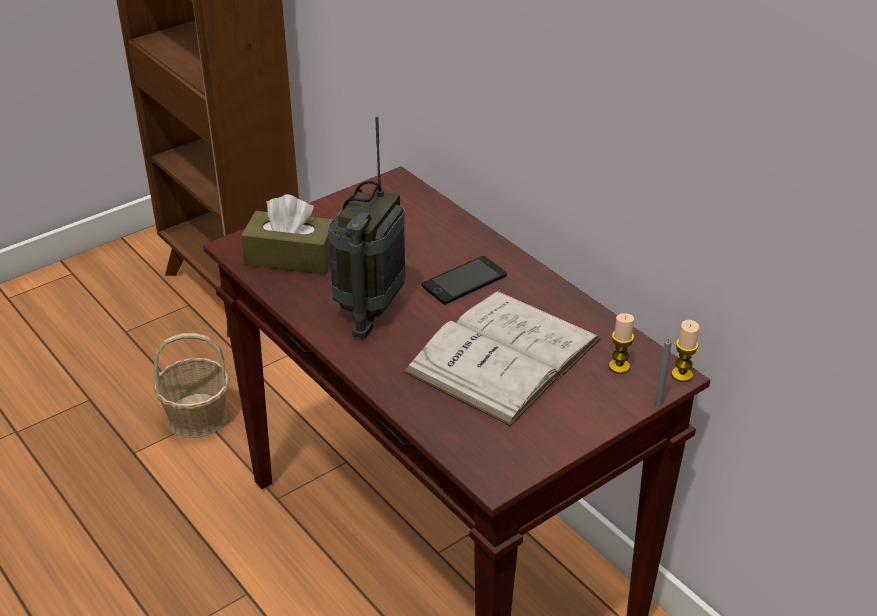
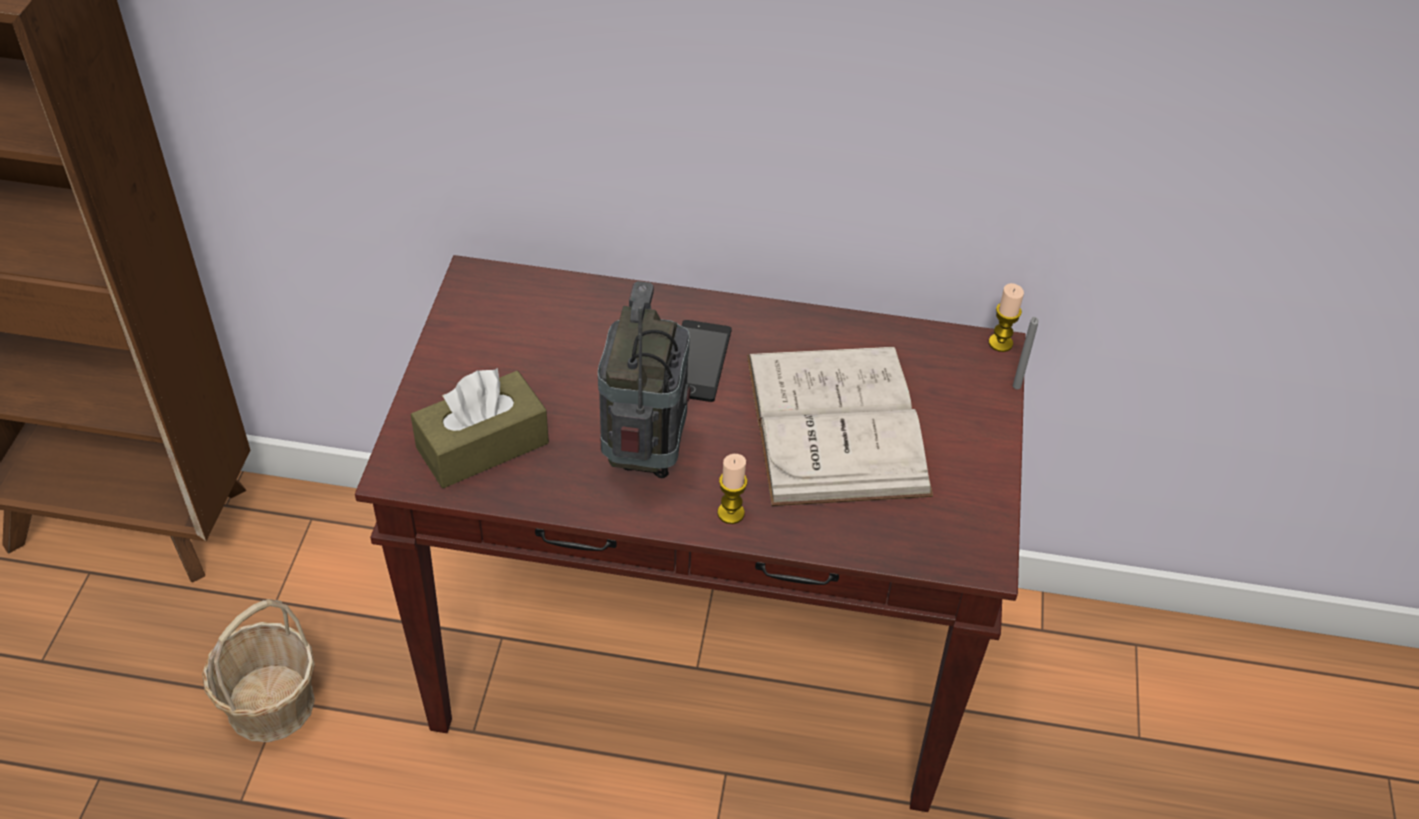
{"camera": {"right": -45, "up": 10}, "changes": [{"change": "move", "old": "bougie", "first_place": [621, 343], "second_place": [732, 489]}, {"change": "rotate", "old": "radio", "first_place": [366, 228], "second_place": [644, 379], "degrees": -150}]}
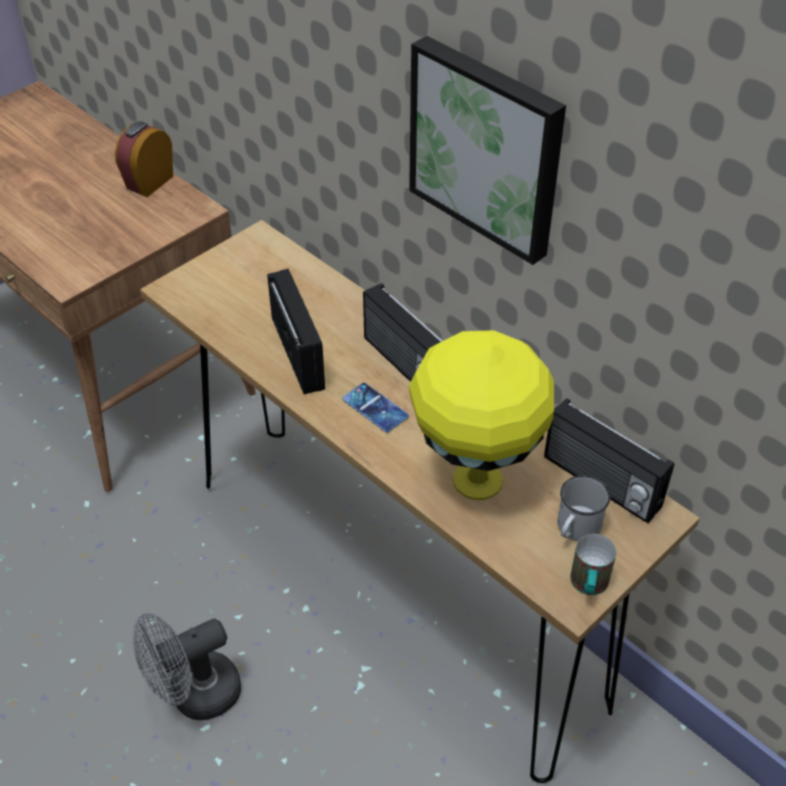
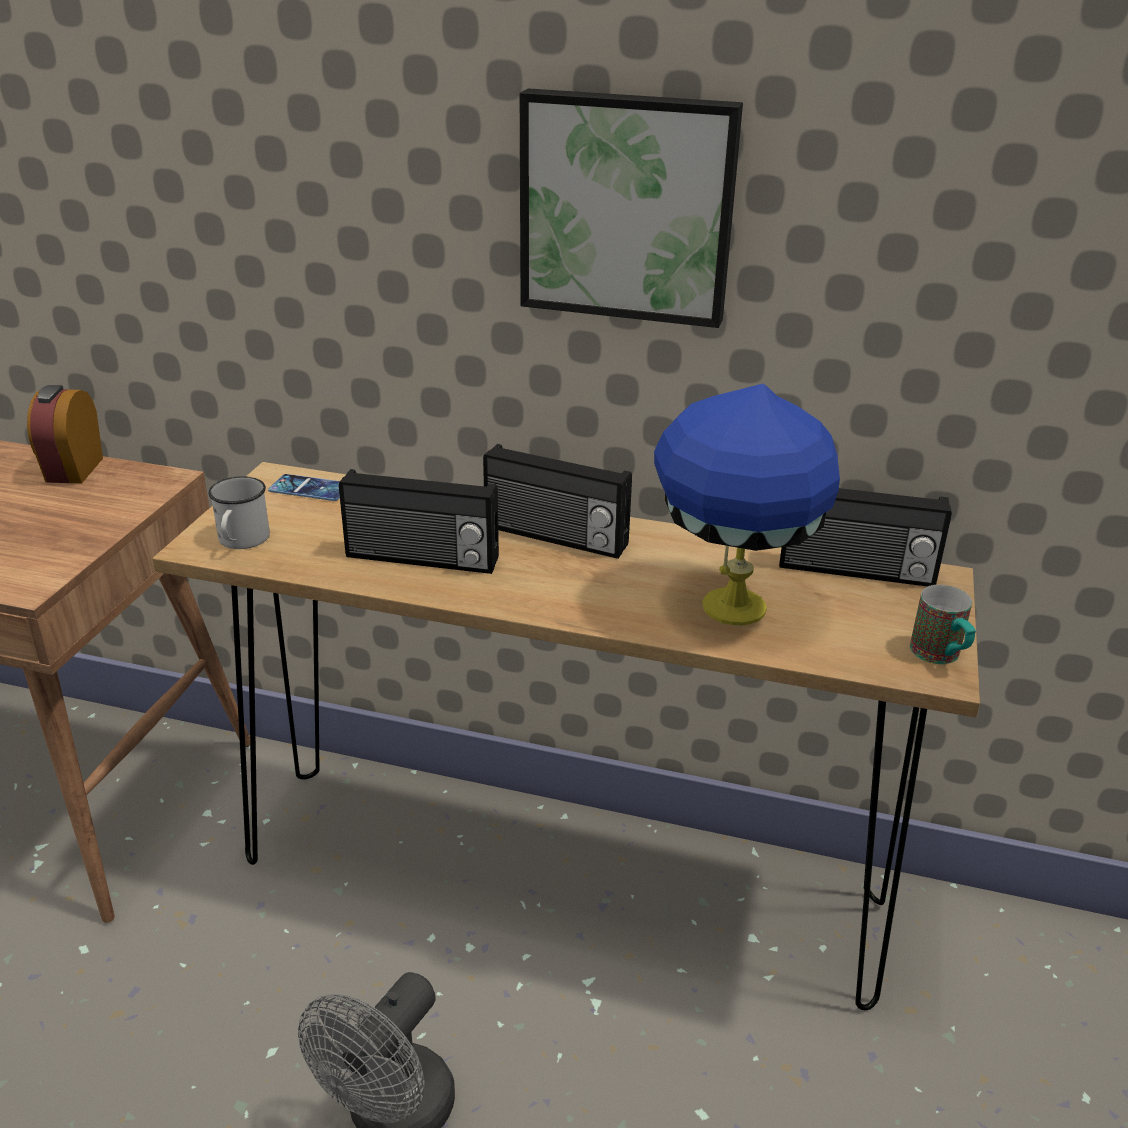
{"camera": {"right": -30, "up": -15}, "changes": [{"change": "move", "old": "téléphone", "first_place": [375, 407], "second_place": [304, 487]}, {"change": "move", "old": "mug (blanc)", "first_place": [583, 508], "second_place": [239, 512]}, {"change": "recolor", "old": "lampe de table (jaune)", "new": "lampe de table (bleu)", "first_place": [481, 415], "second_place": [747, 504]}, {"change": "rotate", "old": "radio", "first_place": [296, 331], "second_place": [419, 521], "degrees": 150}]}
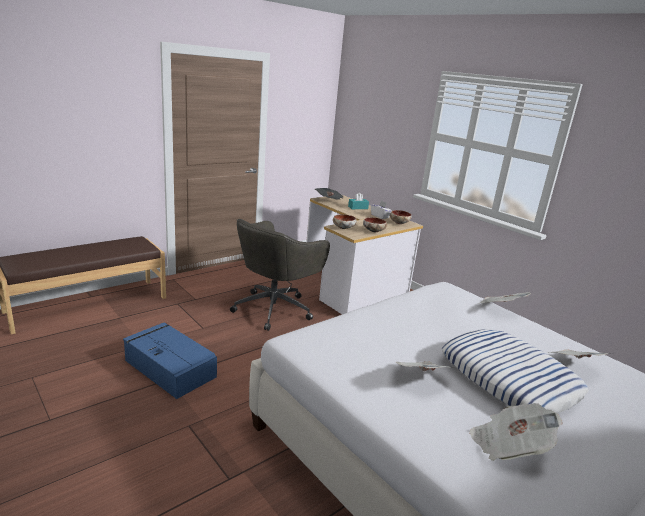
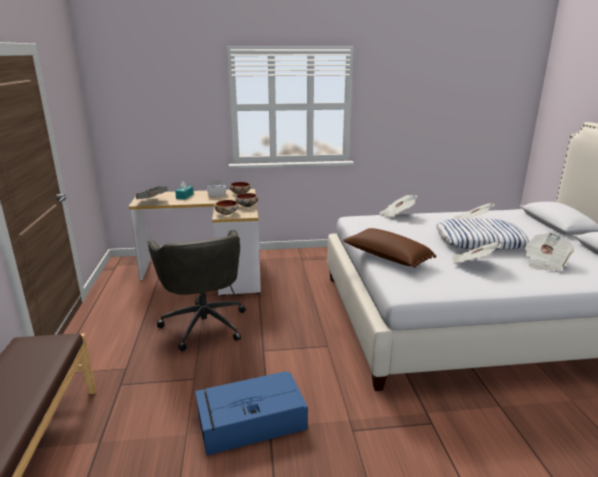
{"camera": {"right": -55, "up": 0}, "changes": [{"change": "insert", "new": "coussin (marron)", "second_place": [390, 248]}]}
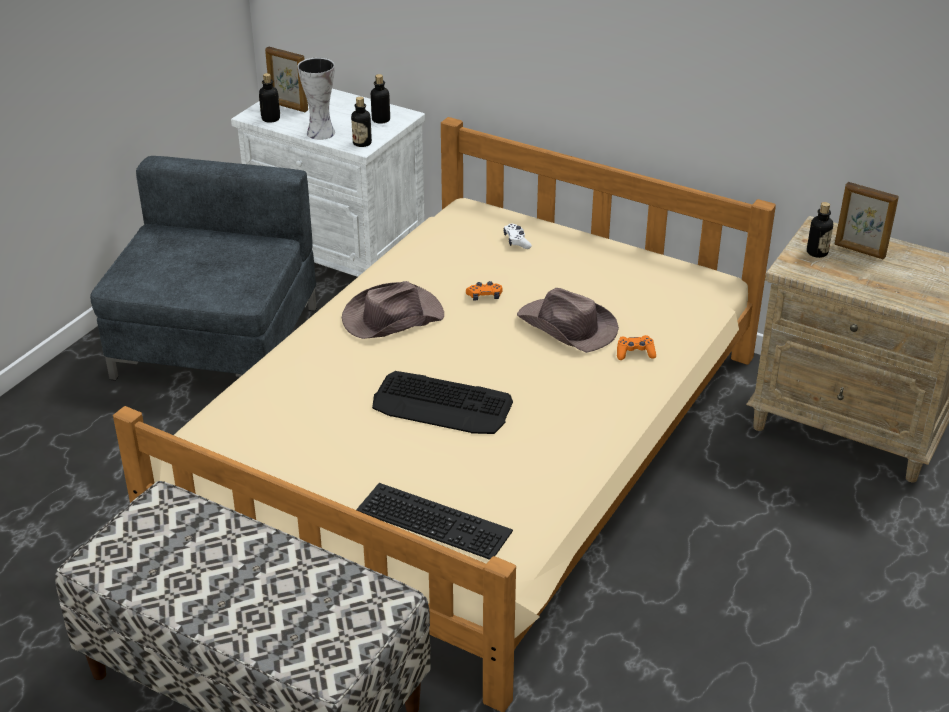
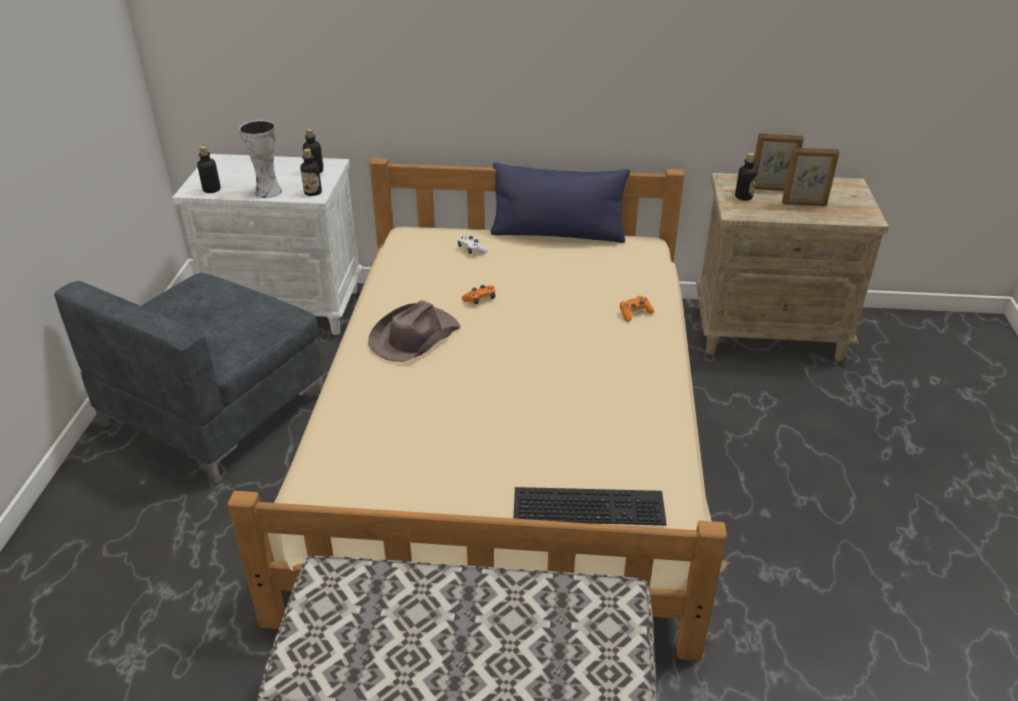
{"camera": {"right": -25, "up": 0}, "changes": [{"change": "delete", "old": "clavier", "first_place": [442, 402]}, {"change": "delete", "old": "chapeau (marron)", "first_place": [568, 320]}, {"change": "insert", "new": "coussin (bleu)", "second_place": [560, 202]}, {"change": "move", "old": "cadre photo", "first_place": [286, 79], "second_place": [811, 177]}, {"change": "rotate", "old": "fauteuil (gris)", "first_place": [203, 268], "second_place": [189, 379], "degrees": -135}]}
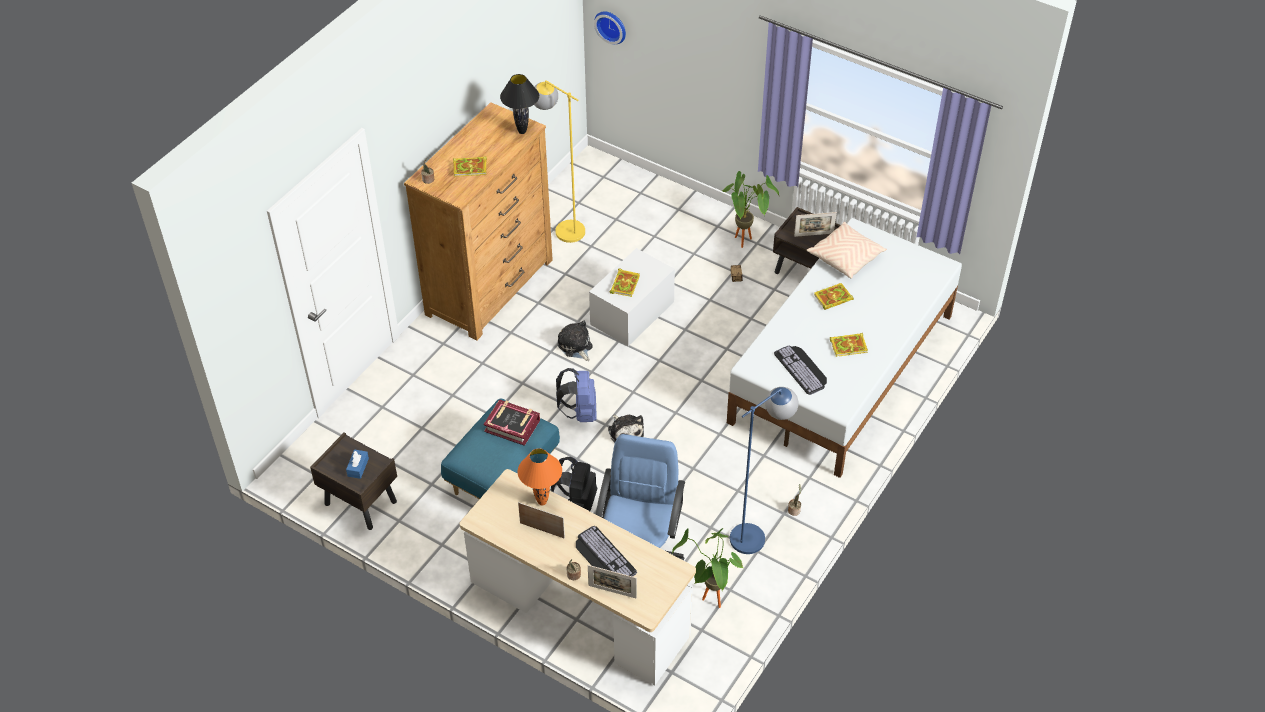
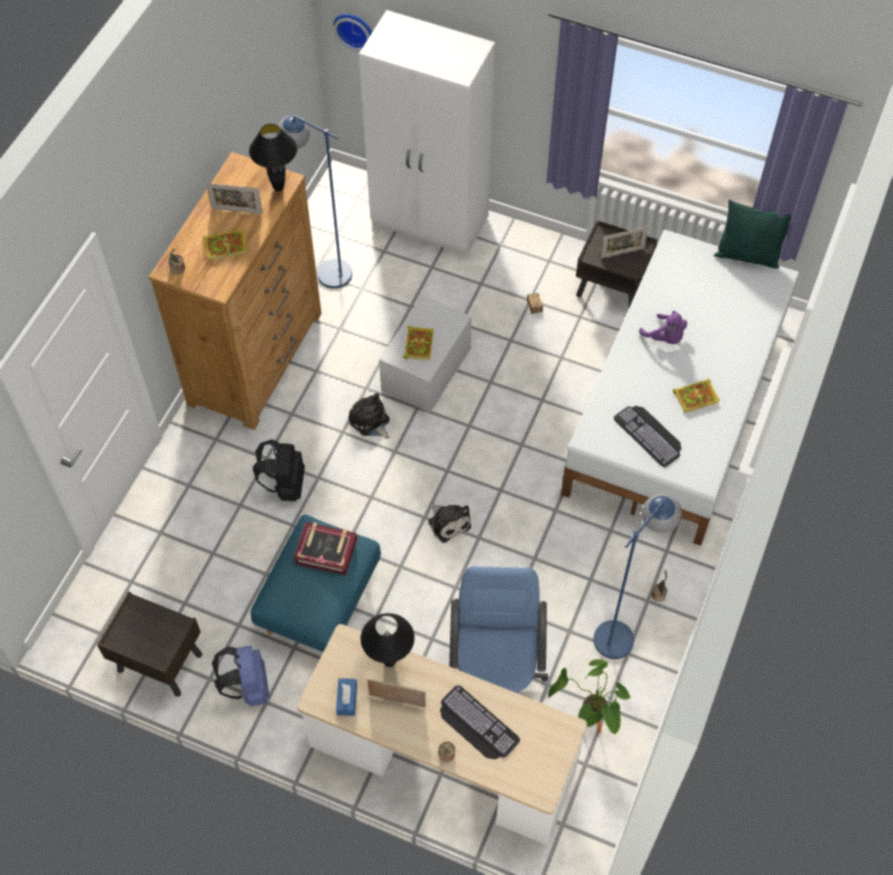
{"camera": {"right": -10, "up": 10}, "changes": [{"change": "delete", "old": "plante en pot", "first_place": [750, 209]}, {"change": "delete", "old": "coussin (beige)", "first_place": [847, 250]}, {"change": "insert", "new": "armoire (blanc)", "second_place": [427, 133]}, {"change": "insert", "new": "coussin (vert)", "second_place": [752, 234]}, {"change": "move", "old": "boîte à mouchoirs (bleu)", "first_place": [357, 464], "second_place": [346, 697]}, {"change": "move", "old": "sac à dos (noir)", "first_place": [574, 484], "second_place": [279, 470]}, {"change": "move", "old": "sac à dos (bleu)", "first_place": [576, 395], "second_place": [241, 676]}, {"change": "move", "old": "cadre photo", "first_place": [612, 582], "second_place": [234, 198]}, {"change": "replace", "old": "livre", "new": "peluche (violet)", "first_place": [834, 296], "second_place": [663, 327]}, {"change": "recolor", "old": "lampe de table (orange)", "new": "lampe de table (noir)", "first_place": [540, 477], "second_place": [388, 640]}, {"change": "recolor", "old": "lampadaire (jaune)", "new": "lampadaire (bleu)", "first_place": [559, 161], "second_place": [314, 202]}]}
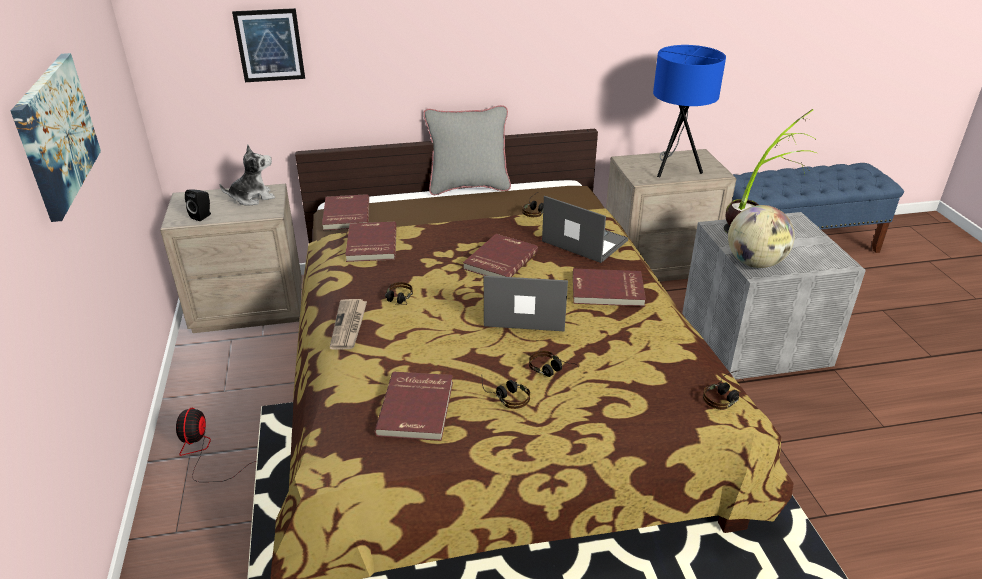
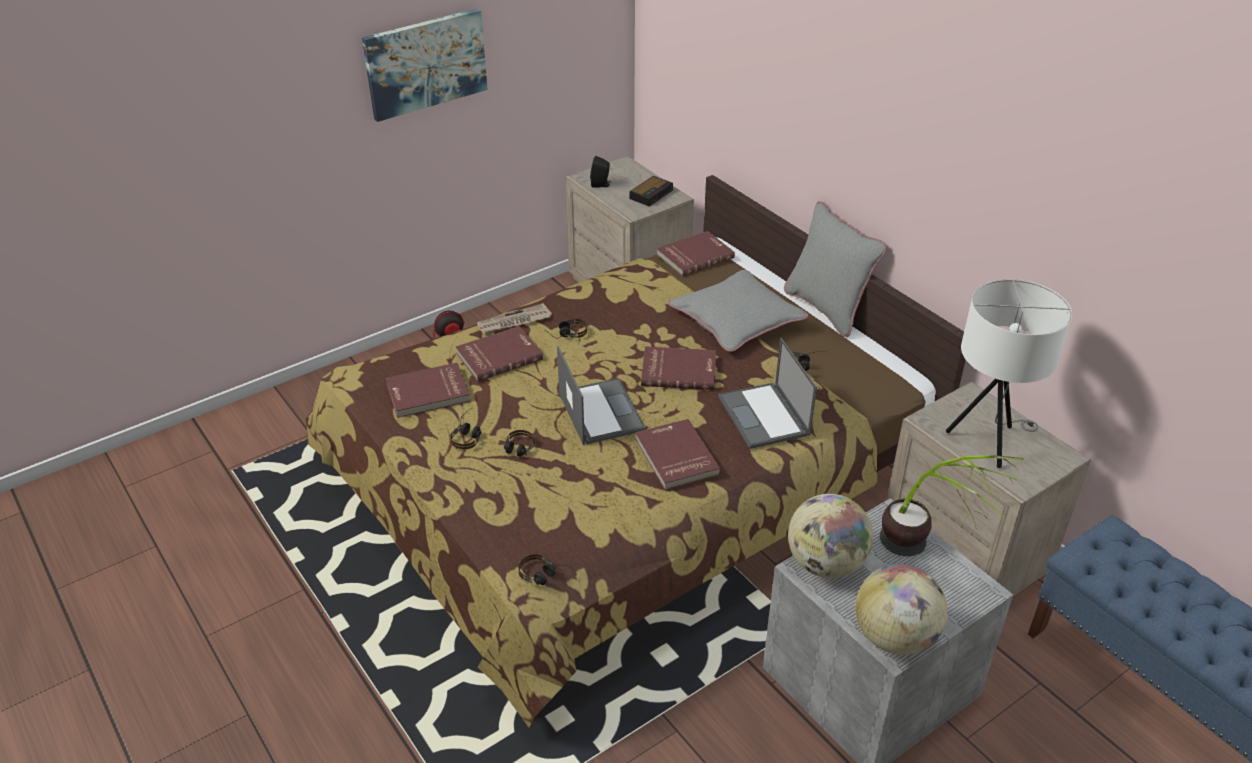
{"camera": {"right": 65, "up": 5}, "changes": [{"change": "delete", "old": "tableau", "first_place": [268, 45]}, {"change": "insert", "new": "coussin (gris)", "second_place": [738, 311]}, {"change": "insert", "new": "globe", "second_place": [902, 609]}, {"change": "move", "old": "livre (rouge)", "first_place": [370, 242], "second_place": [499, 354]}, {"change": "replace", "old": "peluche", "new": "réveil", "first_place": [247, 175], "second_place": [651, 191]}, {"change": "recolor", "old": "lampe de table (bleu)", "new": "lampe de table (blanc)", "first_place": [689, 111], "second_place": [1009, 373]}, {"change": "rotate", "old": "ordinateur portable", "first_place": [585, 229], "second_place": [767, 393], "degrees": 150}]}
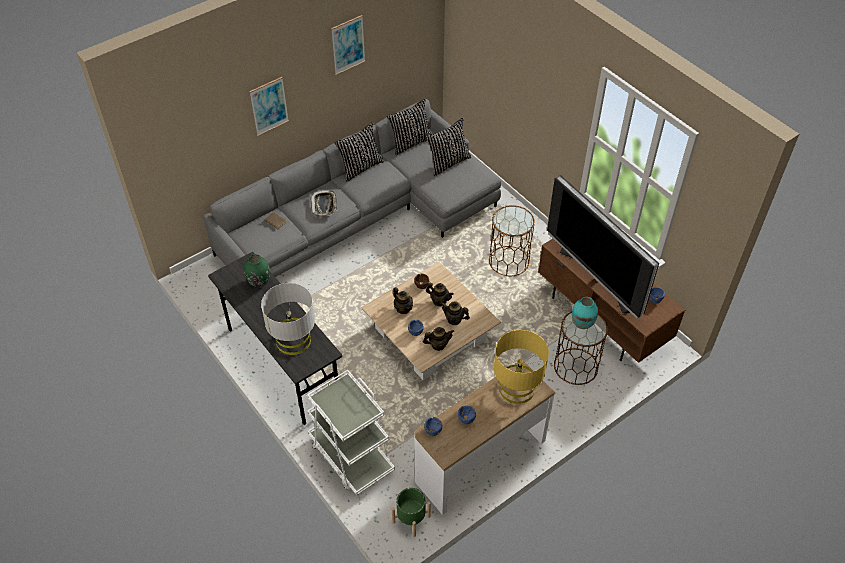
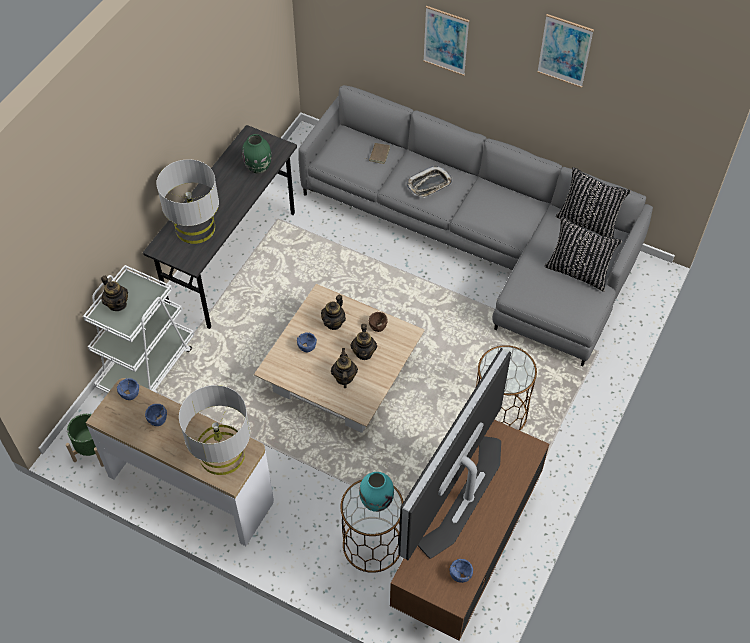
{"camera": {"right": 65, "up": 5}, "changes": [{"change": "delete", "old": "coussin (noir)", "first_place": [359, 152]}, {"change": "move", "old": "théière", "first_place": [438, 339], "second_place": [114, 293]}, {"change": "recolor", "old": "lampe de table (jaune)", "new": "lampe de table (gris)", "first_place": [521, 367], "second_place": [214, 430]}]}
